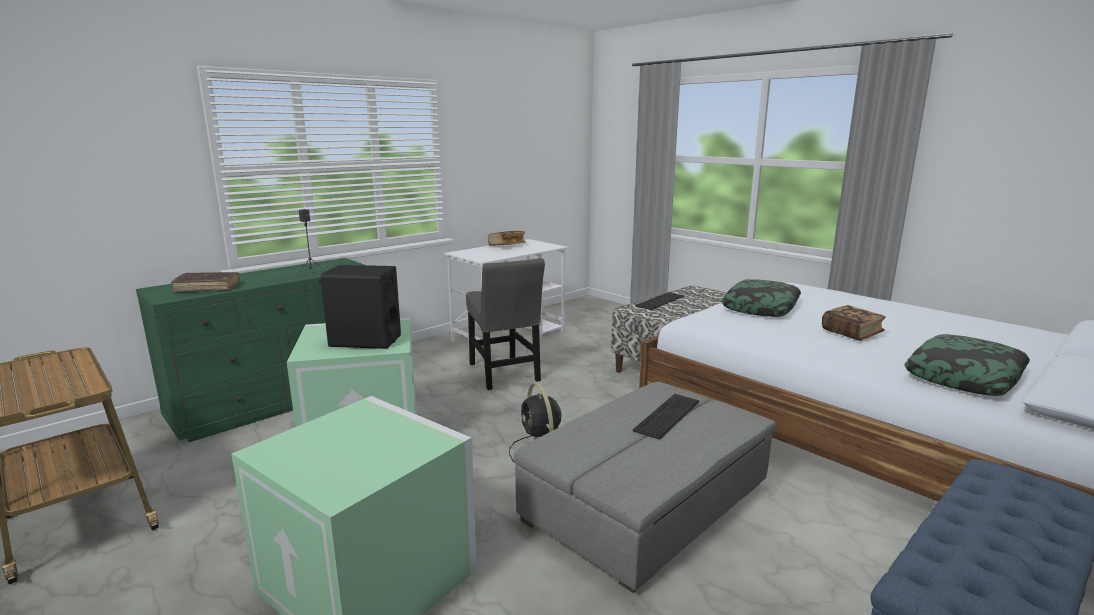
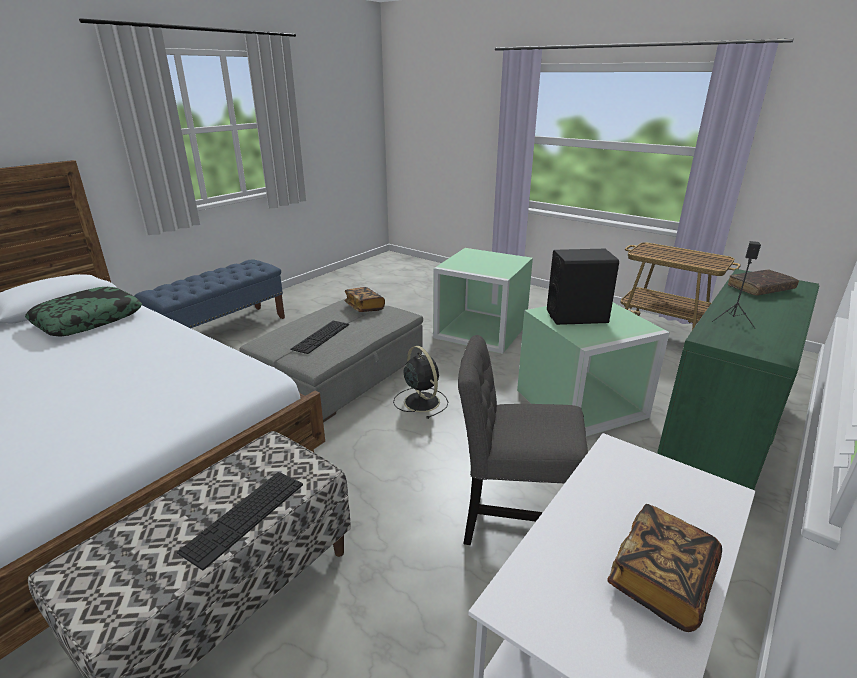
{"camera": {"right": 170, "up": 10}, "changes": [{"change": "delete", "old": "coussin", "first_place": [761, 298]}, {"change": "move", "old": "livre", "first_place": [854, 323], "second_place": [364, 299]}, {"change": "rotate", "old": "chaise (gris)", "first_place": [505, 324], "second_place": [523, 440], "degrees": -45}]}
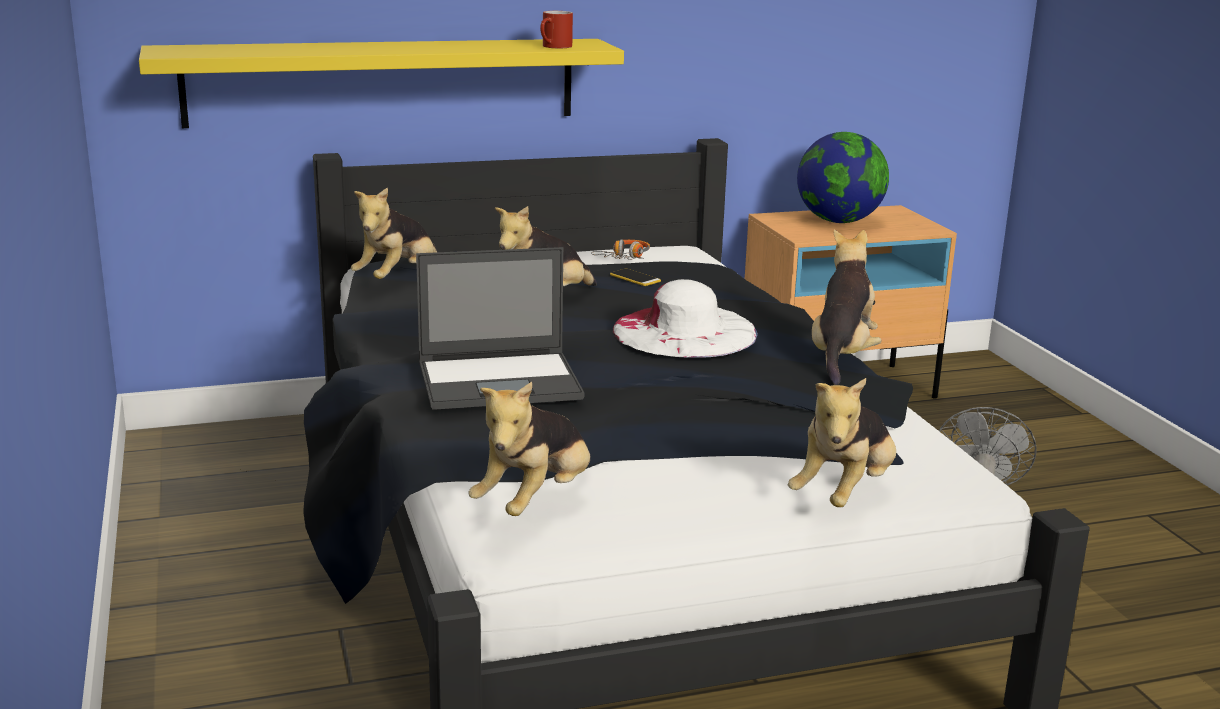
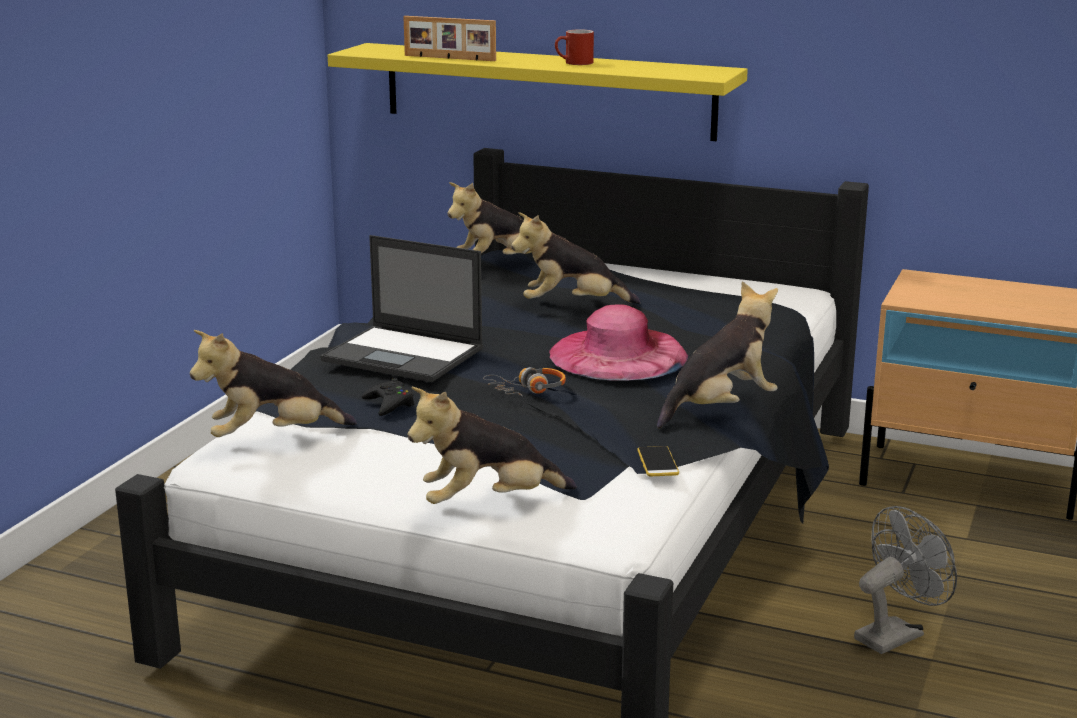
{"camera": {"right": 40, "up": 0}, "changes": [{"change": "delete", "old": "globe", "first_place": [843, 177]}, {"change": "insert", "new": "manette (noir)", "second_place": [388, 397]}, {"change": "insert", "new": "cadre photo", "second_place": [449, 38]}, {"change": "move", "old": "mug (rouge)", "first_place": [556, 29], "second_place": [574, 47]}, {"change": "move", "old": "casque audio", "first_place": [620, 249], "second_place": [524, 382]}, {"change": "move", "old": "téléphone", "first_place": [635, 277], "second_place": [658, 461]}, {"change": "recolor", "old": "chapeau (blanc)", "new": "chapeau (rose)", "first_place": [685, 318], "second_place": [618, 342]}]}
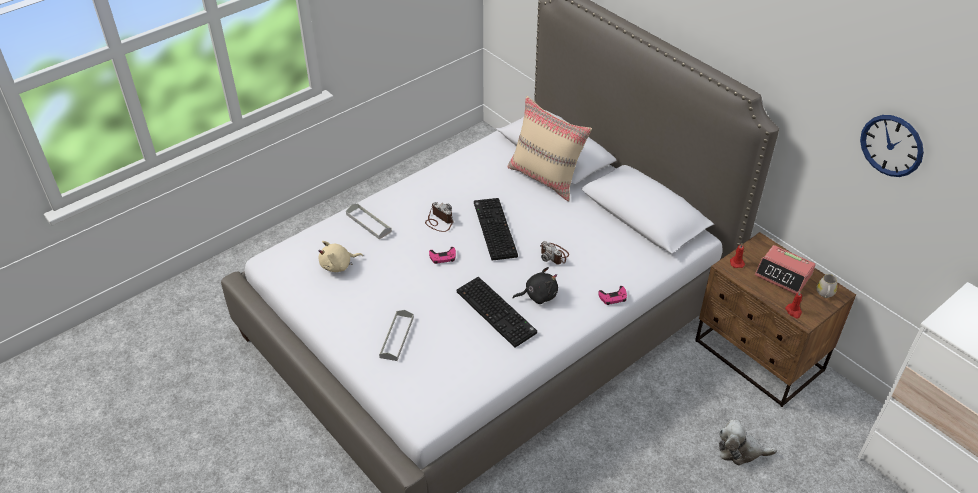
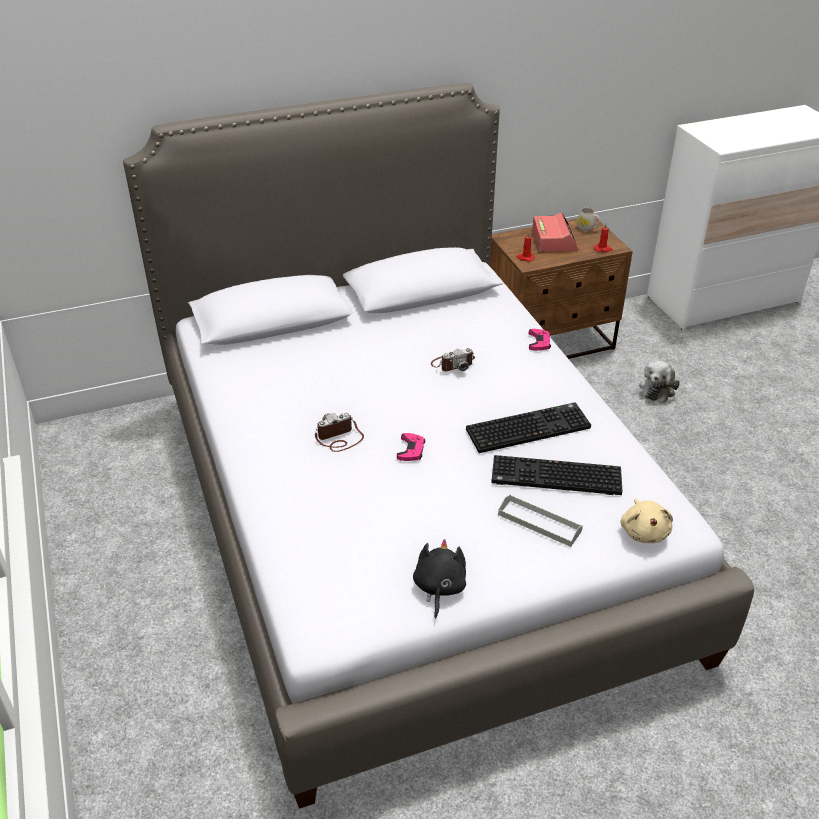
{"camera": {"right": -70, "up": -5}, "changes": [{"change": "delete", "old": "plateau (gris)", "first_place": [369, 222]}, {"change": "delete", "old": "coussin (beige)", "first_place": [549, 149]}, {"change": "delete", "old": "horloge murale", "first_place": [892, 146]}, {"change": "move", "old": "peluche (beige)", "first_place": [340, 256], "second_place": [647, 520]}, {"change": "move", "old": "clavier", "first_place": [496, 229], "second_place": [556, 475]}, {"change": "move", "old": "peluche (noir)", "first_place": [535, 285], "second_place": [439, 578]}, {"change": "rotate", "old": "réveil", "first_place": [785, 269], "second_place": [555, 232], "degrees": -60}]}
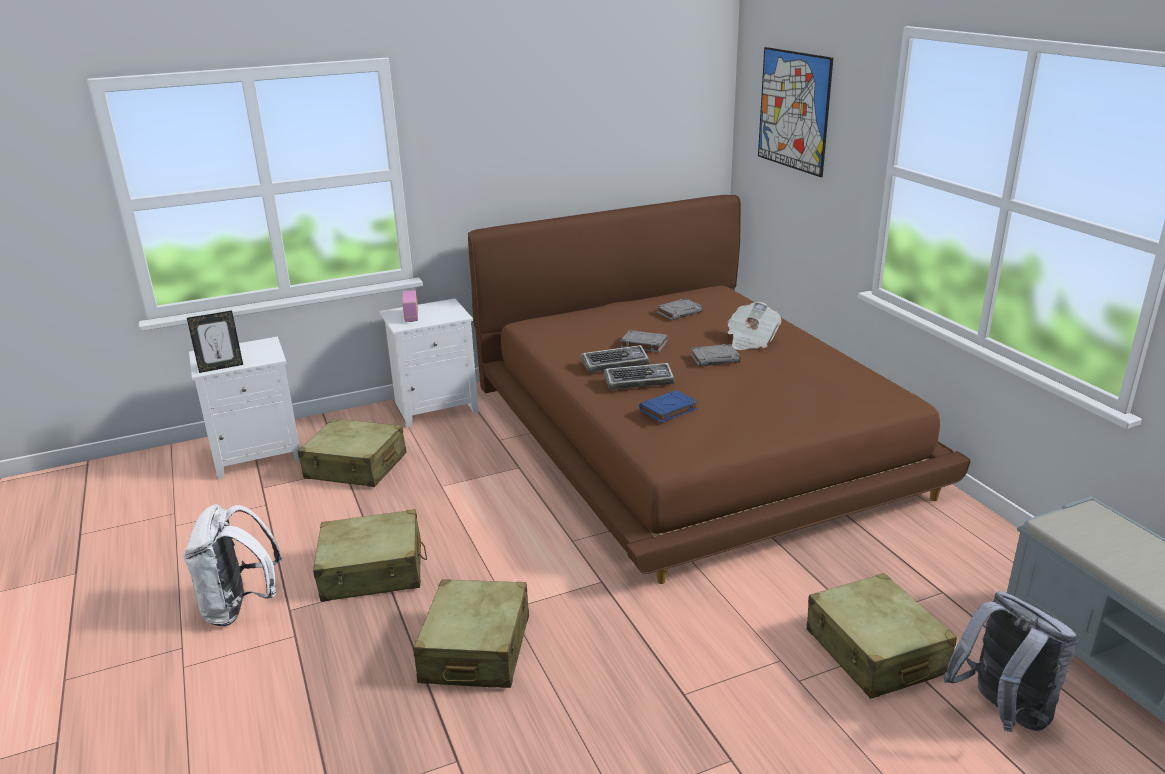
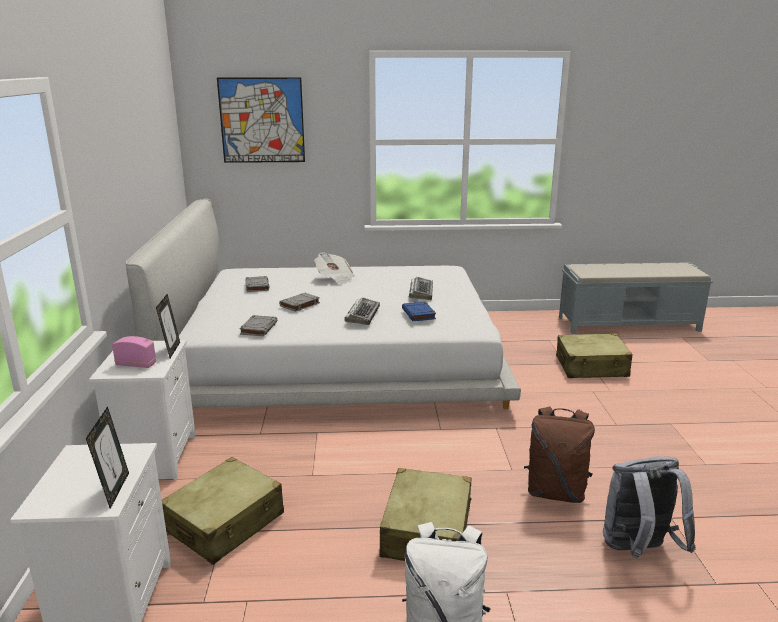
{"camera": {"right": -70, "up": -5}, "changes": [{"change": "insert", "new": "cadre photo", "second_place": [168, 326]}, {"change": "move", "old": "clavier", "first_place": [615, 359], "second_place": [421, 288]}, {"change": "move", "old": "livre (gris)", "first_place": [715, 355], "second_place": [258, 325]}, {"change": "move", "old": "sac à dos (gris)", "first_place": [1010, 661], "second_place": [649, 508]}, {"change": "replace", "old": "valise (beige)", "new": "sac à dos (marron)", "first_place": [471, 633], "second_place": [559, 454]}, {"change": "recolor", "old": "lit (marron)", "new": "lit (blanc)", "first_place": [719, 389], "second_place": [323, 303]}]}
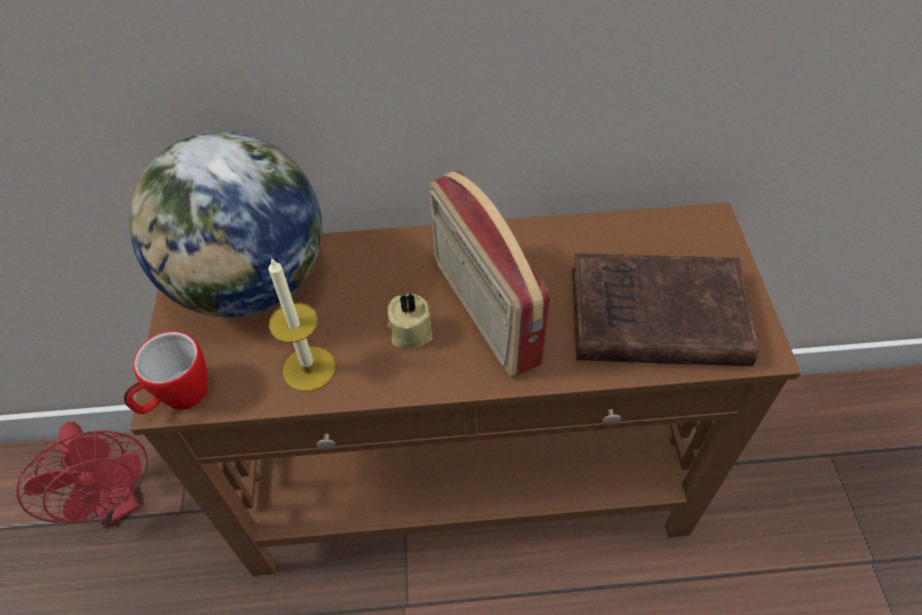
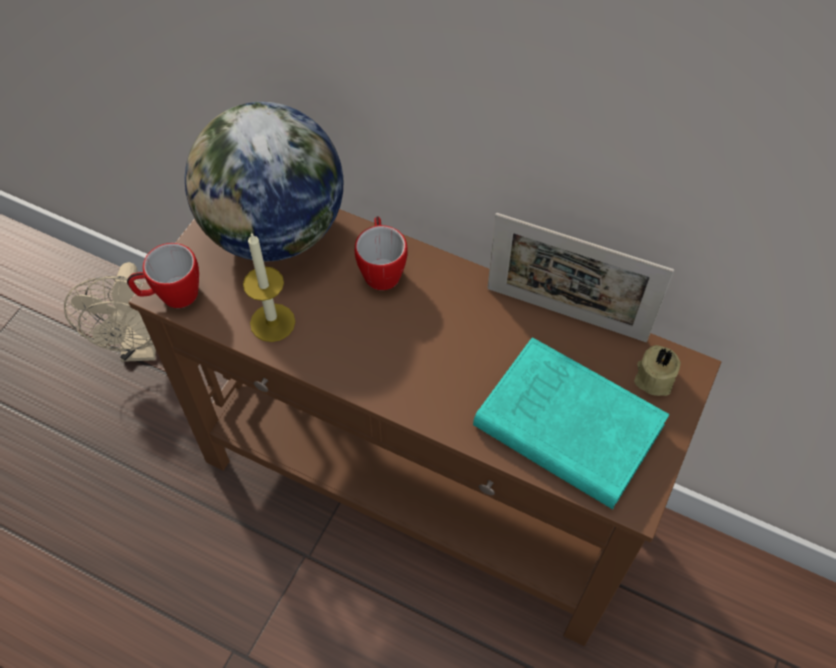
{"camera": {"right": 30, "up": 5}, "changes": [{"change": "delete", "old": "radio", "first_place": [489, 274]}, {"change": "insert", "new": "mug", "second_place": [381, 253]}, {"change": "insert", "new": "cadre photo", "second_place": [581, 277]}, {"change": "move", "old": "bougie (beige)", "first_place": [410, 320], "second_place": [657, 370]}, {"change": "recolor", "old": "ventilateur (rouge)", "new": "ventilateur (beige)", "first_place": [82, 475], "second_place": [110, 312]}, {"change": "recolor", "old": "livre (marron)", "new": "livre (turquoise)", "first_place": [665, 309], "second_place": [571, 423]}]}
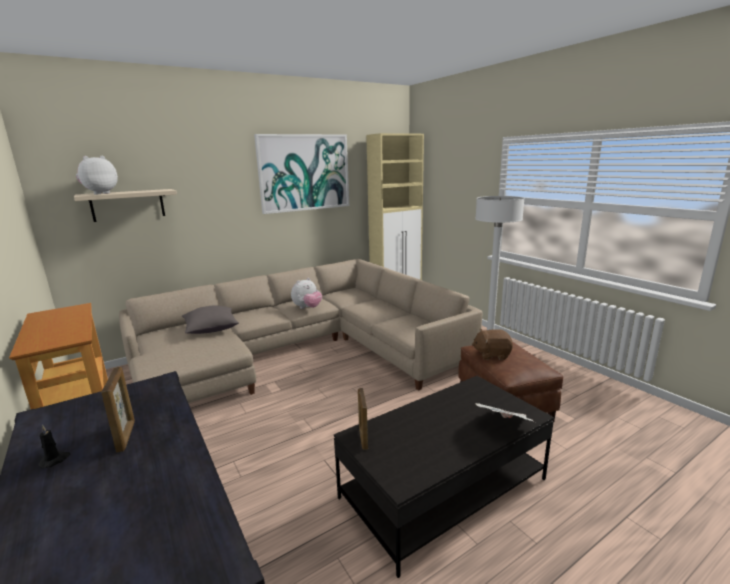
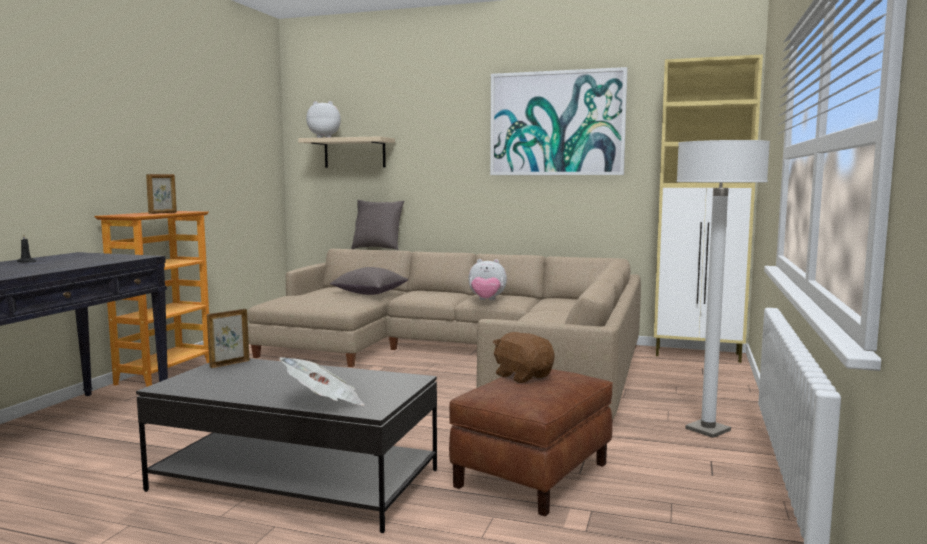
{"camera": {"right": 50, "up": -10}, "changes": [{"change": "insert", "new": "coussin (gris)", "second_place": [377, 225]}, {"change": "move", "old": "cadre photo", "first_place": [118, 410], "second_place": [161, 194]}]}
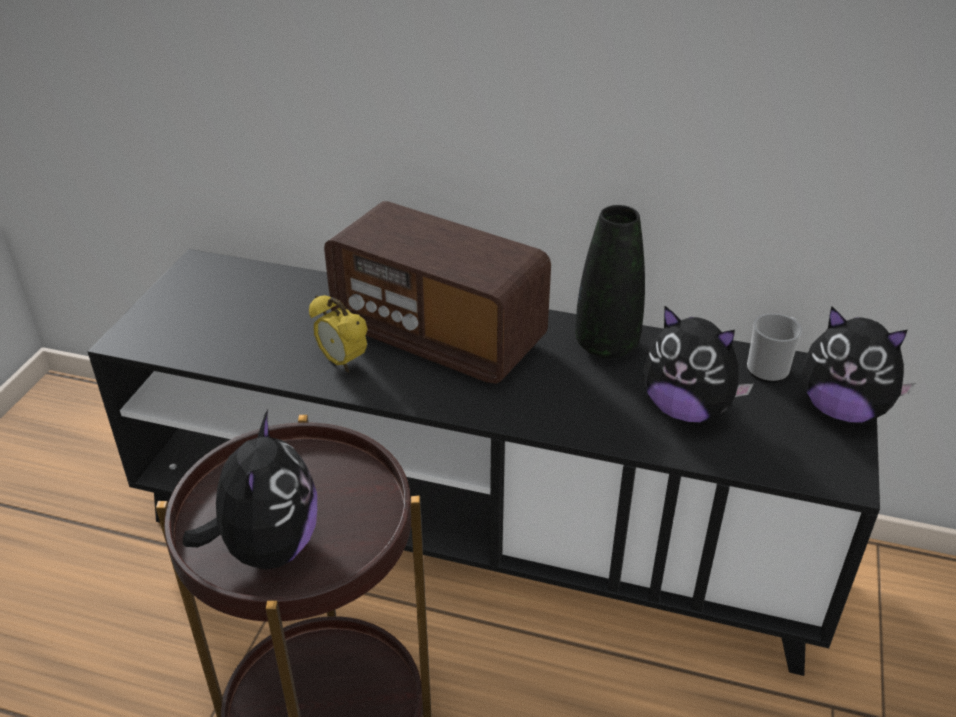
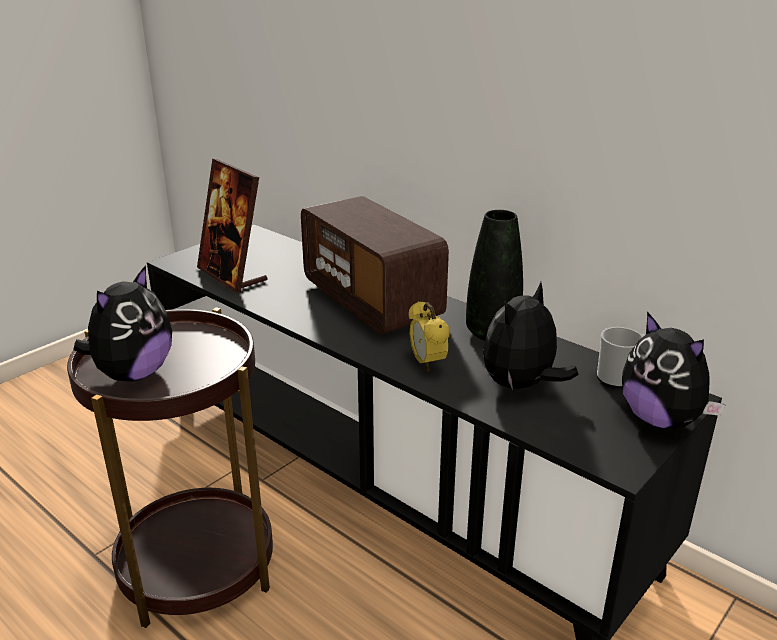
{"camera": {"right": 25, "up": -10}, "changes": [{"change": "insert", "new": "cadre photo", "second_place": [232, 225]}, {"change": "move", "old": "réveil", "first_place": [338, 333], "second_place": [429, 336]}, {"change": "rotate", "old": "peluche", "first_place": [698, 364], "second_place": [531, 336], "degrees": 75}]}
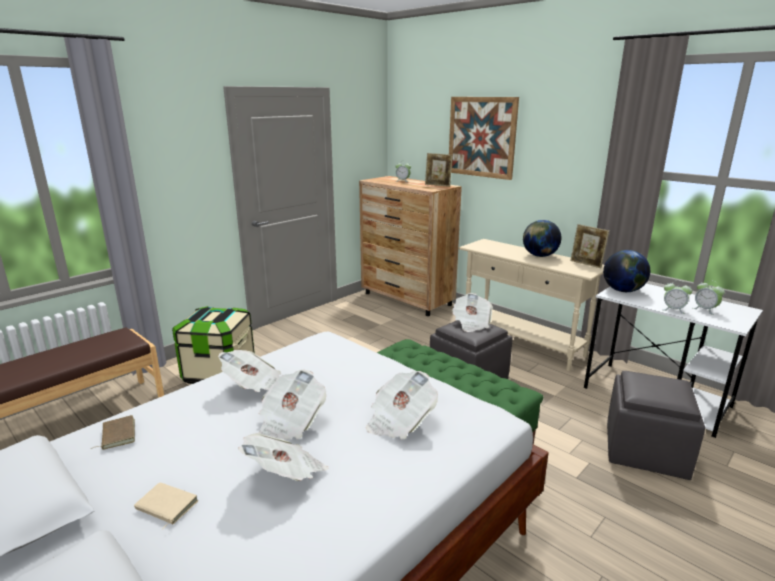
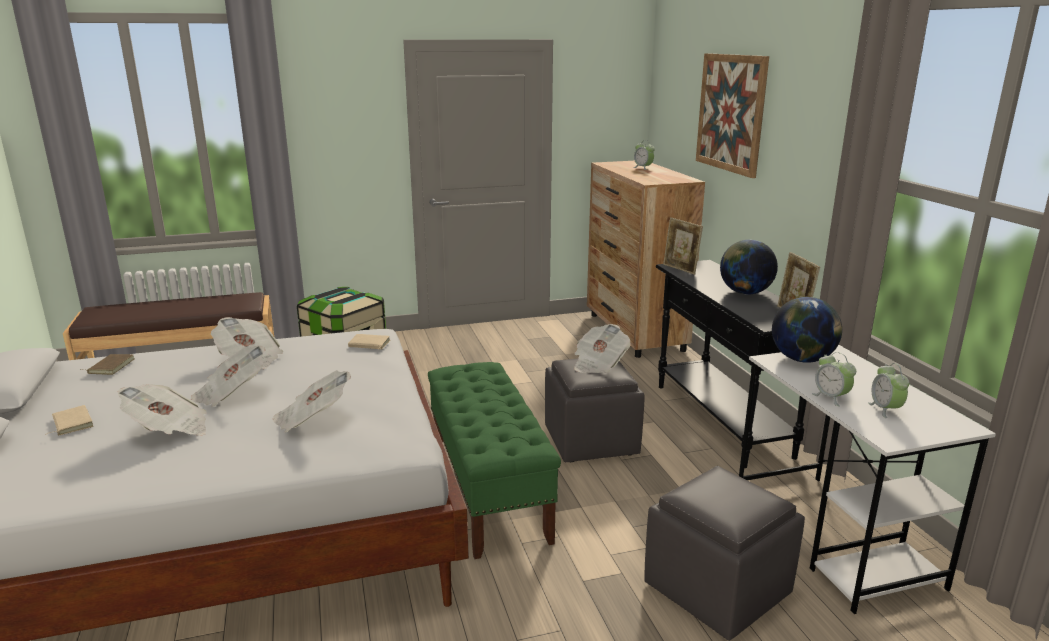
{"camera": {"right": 30, "up": 0}, "changes": [{"change": "insert", "new": "livre (beige)", "second_place": [369, 342]}, {"change": "move", "old": "cadre photo", "first_place": [439, 170], "second_place": [683, 246]}, {"change": "recolor", "old": "table console (beige)", "new": "table console (noir)", "first_place": [531, 305], "second_place": [731, 364]}]}
